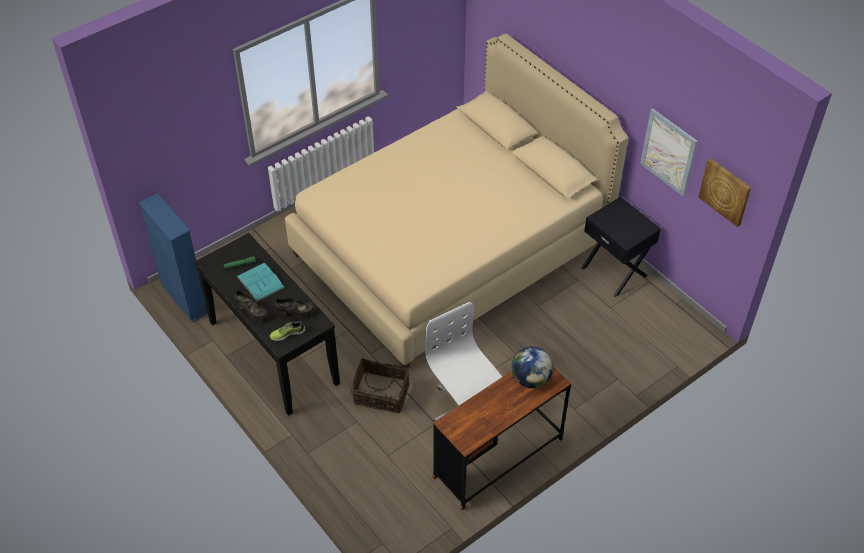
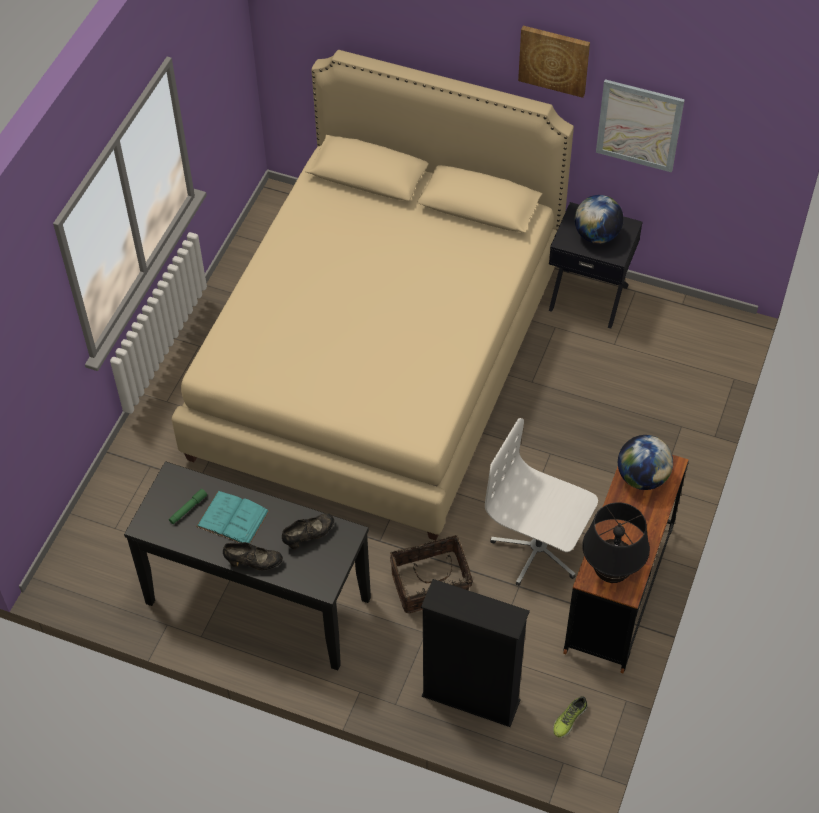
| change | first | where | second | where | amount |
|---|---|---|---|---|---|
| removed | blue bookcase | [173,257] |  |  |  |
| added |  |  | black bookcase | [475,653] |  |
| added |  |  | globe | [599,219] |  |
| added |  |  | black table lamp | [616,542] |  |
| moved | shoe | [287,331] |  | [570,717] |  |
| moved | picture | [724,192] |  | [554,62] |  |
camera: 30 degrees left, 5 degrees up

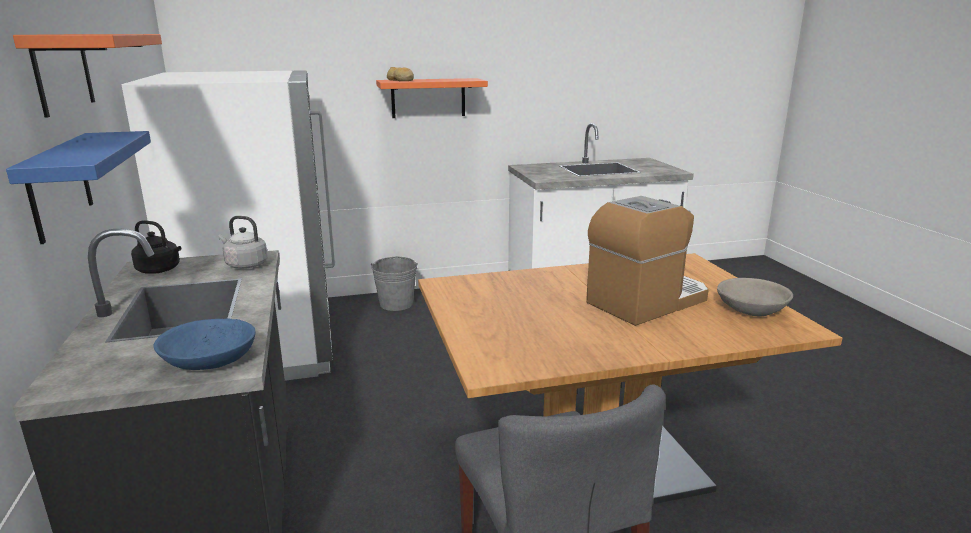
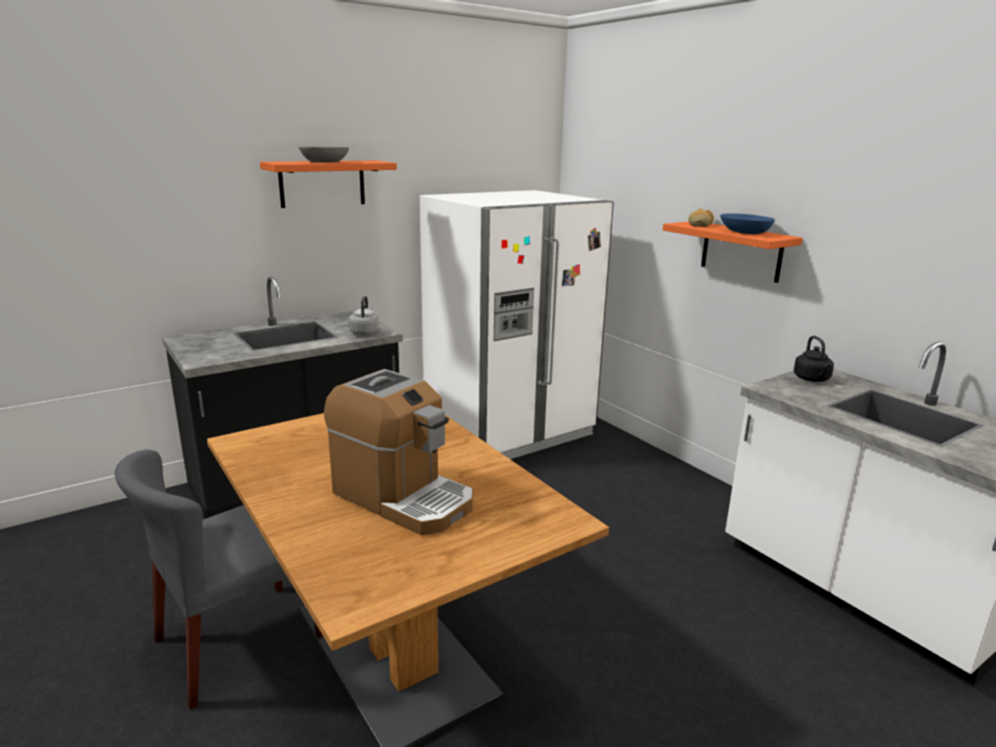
| change | first | where | second | where | amount |
|---|---|---|---|---|---|
| removed | blue shelf | [78,187] |  |  |  |
| removed | grey bucket | [394,283] |  |  |  |
| moved | black kettle | [156,247] |  | [814,359] |  |
| moved | blue bowl | [204,344] |  | [747,223] |  |
| moved | grey bowl | [755,297] |  | [324,154] |  |
camera: 70 degrees right, 0 degrees up

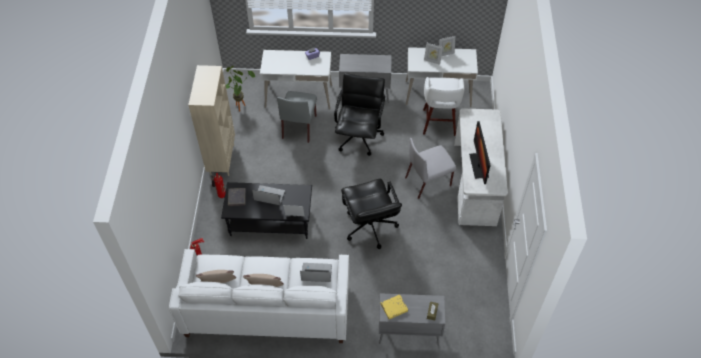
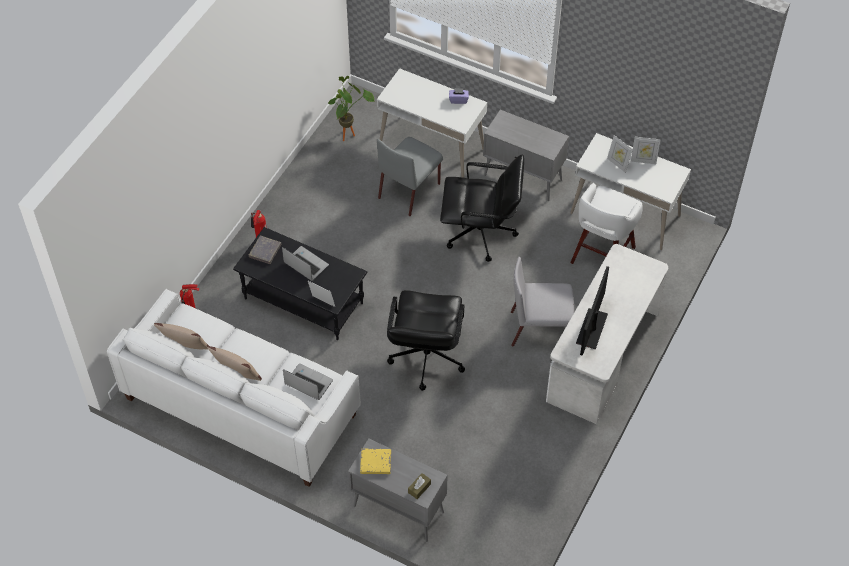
| change | first | where | second | where | amount |
|---|---|---|---|---|---|
| removed | beige bookcase | [211,120] |  |  |  |
| turned | black office chair | [359,114] |  | [482,208] | 60 degrees clockwise |
camera: 25 degrees right, 0 degrees up

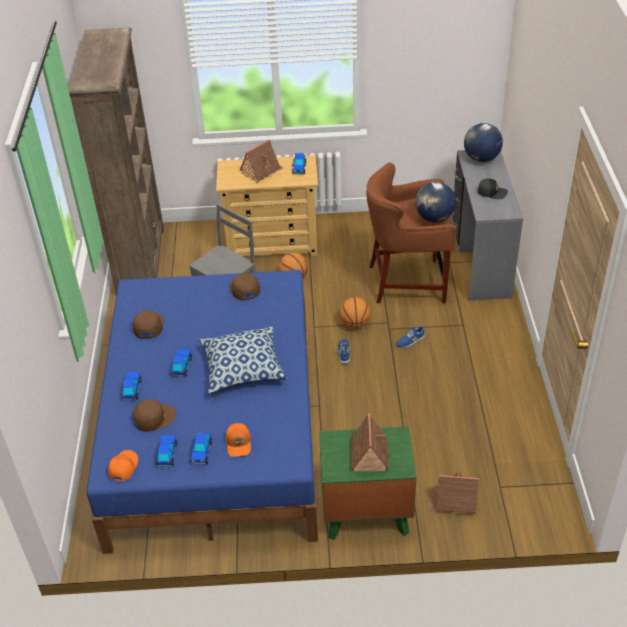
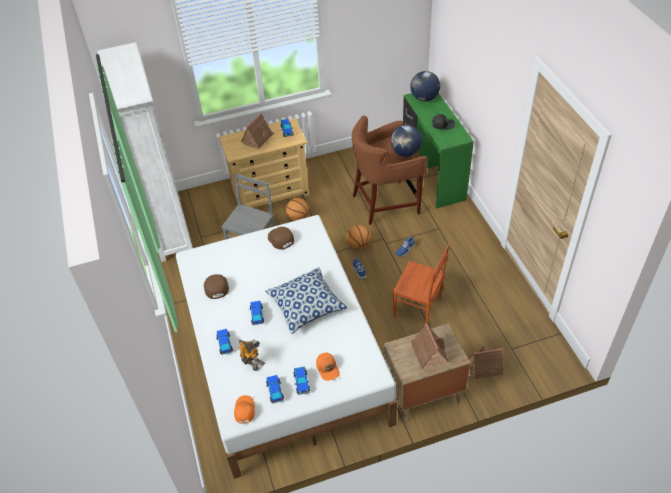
| change | first | where | second | where | amount |
|---|---|---|---|---|---|
| added |  |  | brown chair | [421,284] |  |
| replaced | brown cap | [154,415] | toy robot | [251,355] |  |
| recoloured | brown bookcase | [116,161] | white bookcase | [145,152] |  |
| recoloured | blue bed | [202,412] | white bed | [286,347] |  |
| recoloured | green nightstand | [367,483] | brown nightstand | [427,372] |  |
| recoloured | grey desk | [487,225] | green desk | [438,151] |  |
camera: 15 degrees left, 5 degrees up

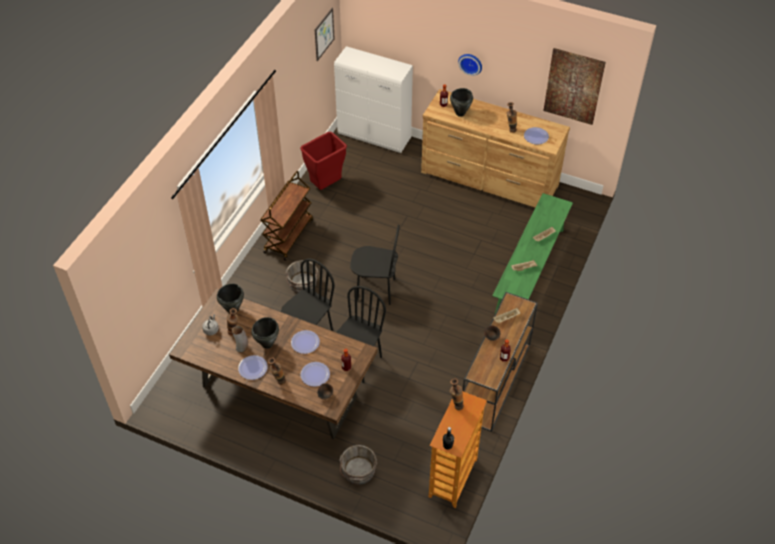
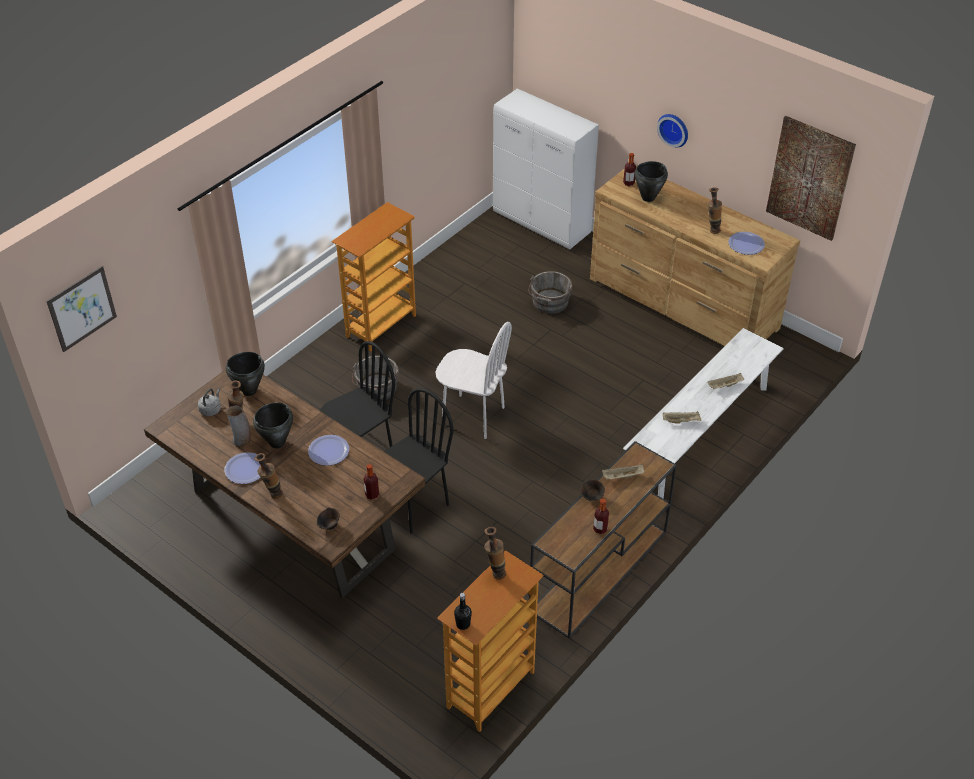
| change | first | where | second | where | amount |
|---|---|---|---|---|---|
| removed | red trash can | [323,161] |  |  |  |
| removed | plate | [315,374] |  |  |  |
| moved | picture | [324,34] |  | [82,309] |  |
| moved | grey bucket | [358,465] |  | [550,292] |  |
| replaced | brown cart | [286,216] | bookcase | [373,277] |  |
| recoloured | black chair | [375,265] | white chair | [473,380] |  |
| recoloured | green bench | [532,253] | white bench | [703,413] |  |
camera: 15 degrees right, 5 degrees down

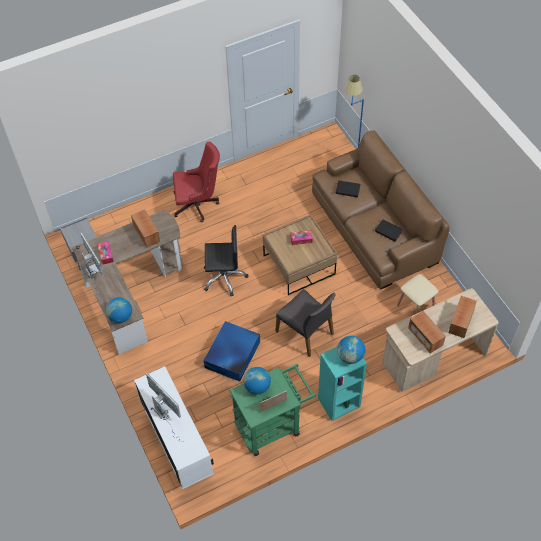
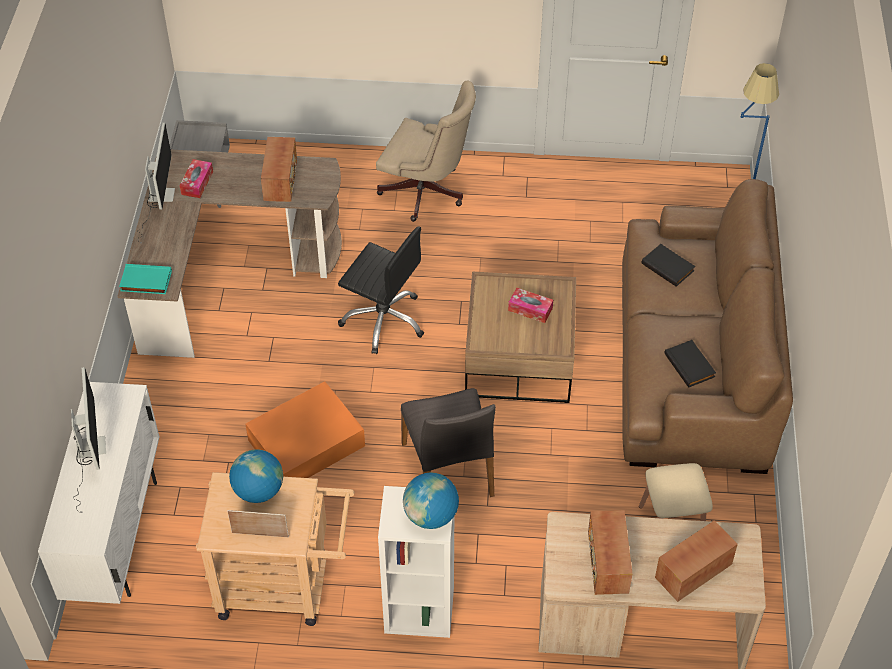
| change | first | where | second | where | amount |
|---|---|---|---|---|---|
| replaced | globe | [119,310] | turquoise book | [145,279] |  |
| recoloured | red office chair | [196,182] | beige office chair | [426,151] |  |
| recoloured | blue storage box | [232,351] | orange storage box | [305,429] |  |
| recoloured | green cart | [272,410] | beige cart | [275,549] |  |
| recoloured | turquoise bookcase | [342,383] | white bookcase | [416,562] |  |
camera: 30 degrees right, 5 degrees down

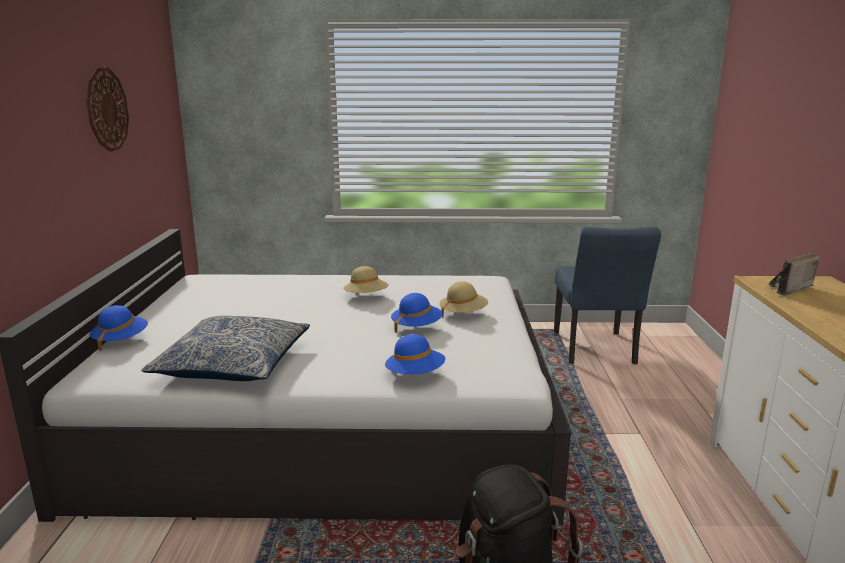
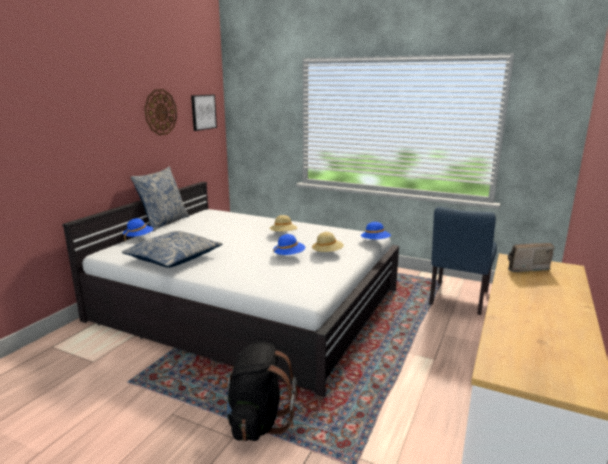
| change | first | where | second | where | amount |
|---|---|---|---|---|---|
| added |  |  | pillow | [160,199] |  |
| added |  |  | picture | [204,113] |  |
| moved | blue hat | [415,354] |  | [376,230] |  |
camera: 25 degrees right, 0 degrees up

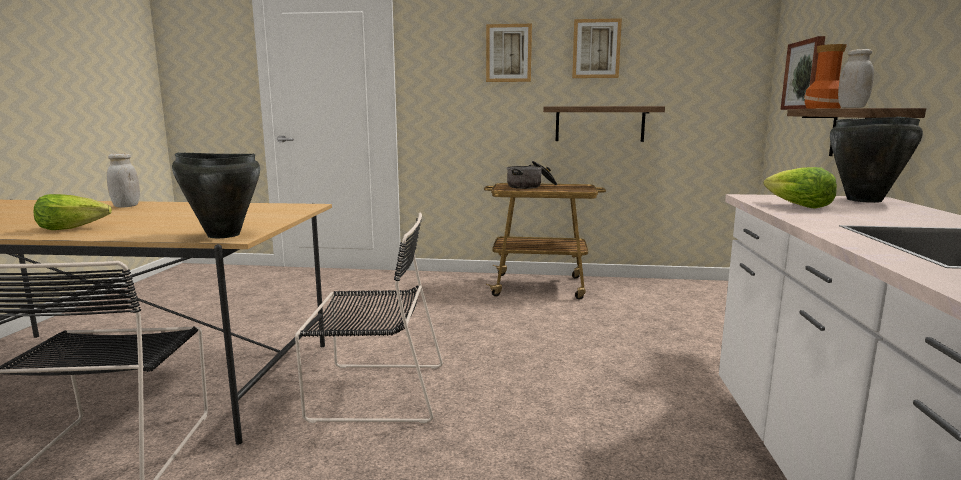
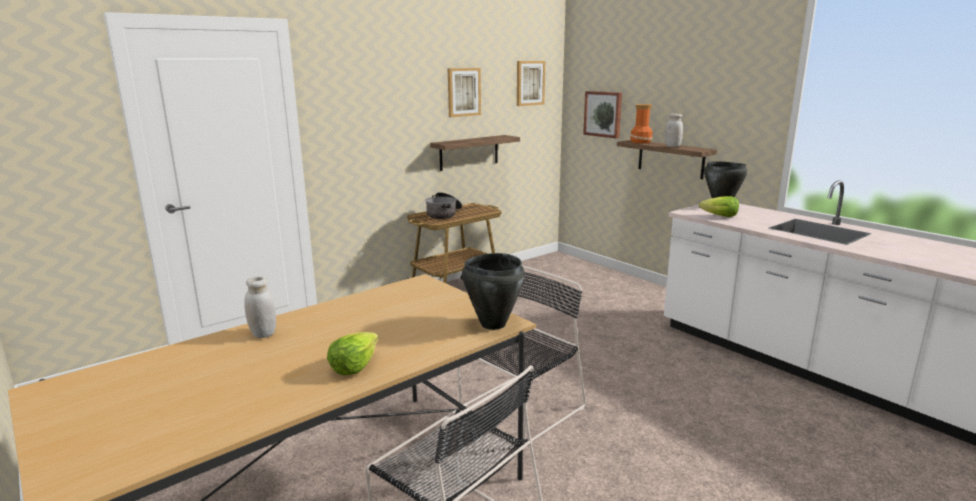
| change | first | where | second | where | amount |
|---|---|---|---|---|---|
| moved | picture | [509,53] |  | [531,83] |  |
camera: 45 degrees left, 5 degrees up

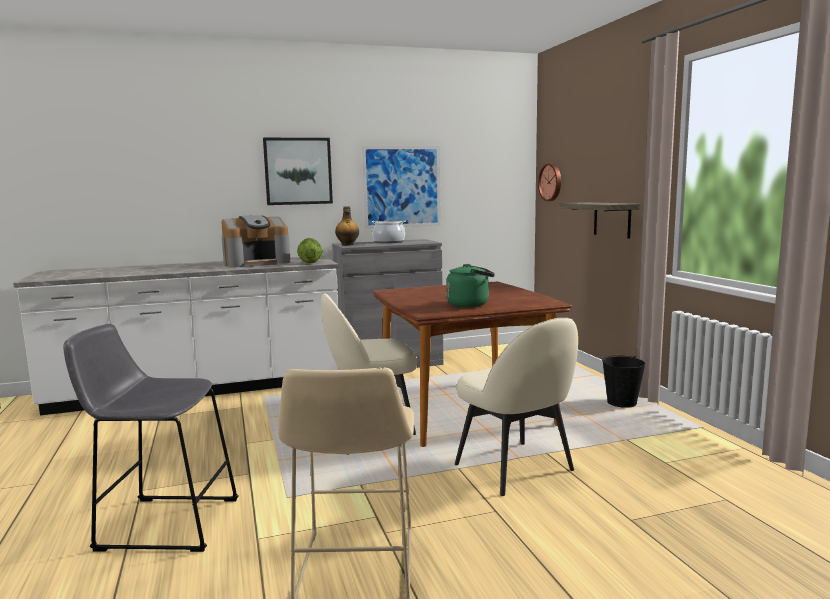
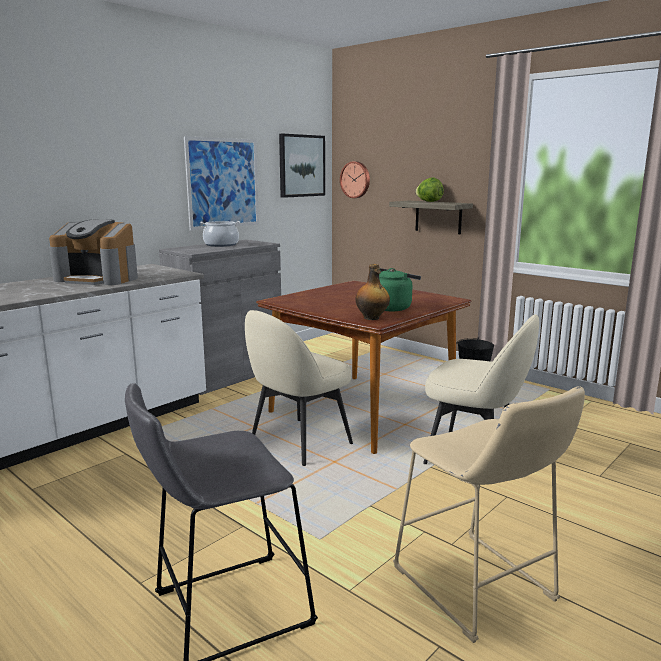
| change | first | where | second | where | amount |
|---|---|---|---|---|---|
| moved | picture | [298,171] |  | [302,166] |  |
| moved | lettuce | [310,251] |  | [429,189] |  |
| moved | bottle | [347,226] |  | [373,292] |  |
| turned | coffee machine | [256,241] |  | [93,252] | 75 degrees clockwise |
camera: 30 degrees left, 5 degrees up

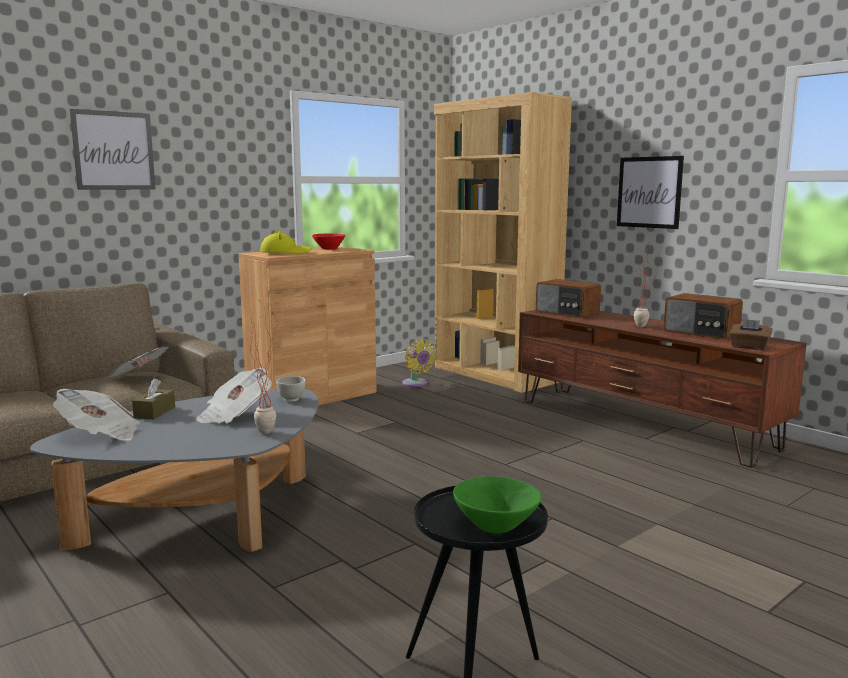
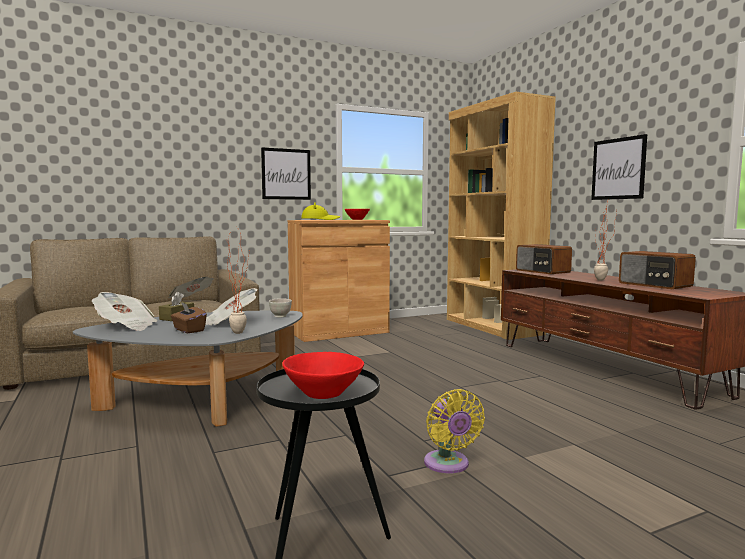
| change | first | where | second | where | amount |
|---|---|---|---|---|---|
| moved | picture | [113,149] |  | [286,173] |  |
| moved | yellow fan | [419,363] |  | [454,431] |  |
| moved | brown tissue box | [751,334] |  | [189,318] |  |
| recoloured | green bowl | [497,504] | red bowl | [323,375] |  |
camera: 15 degrees right, 5 degrees down

